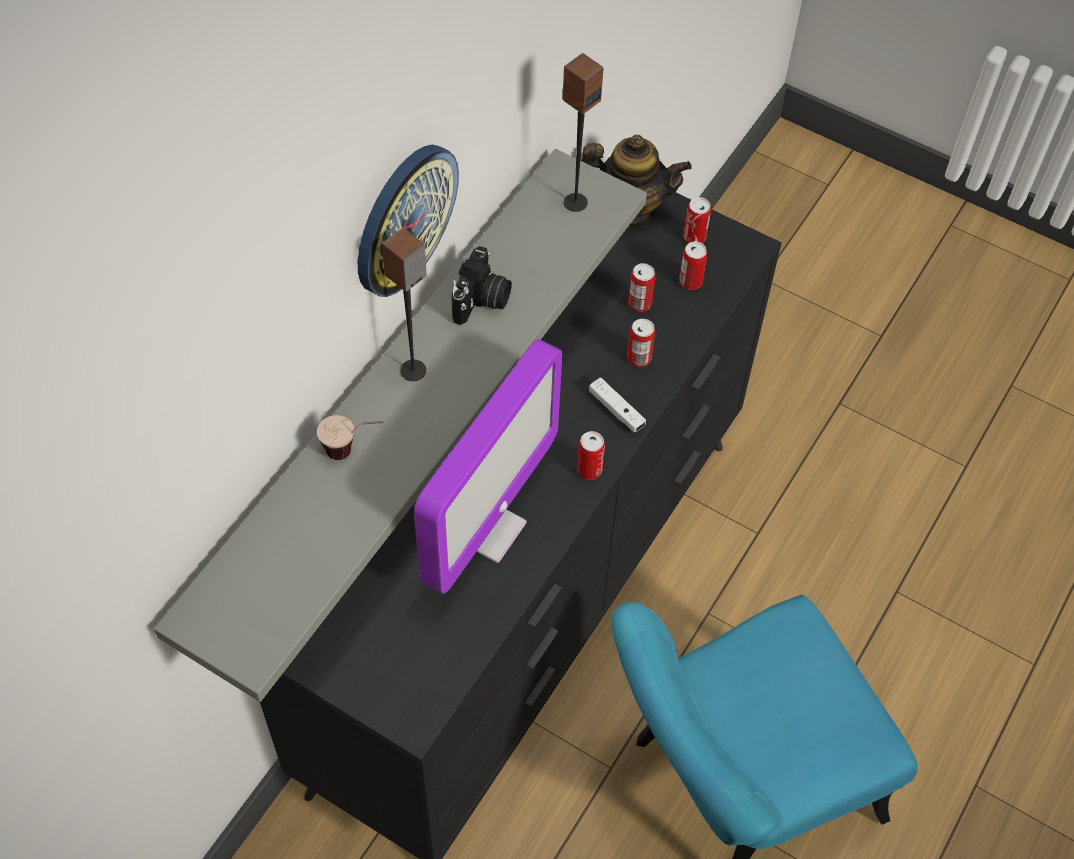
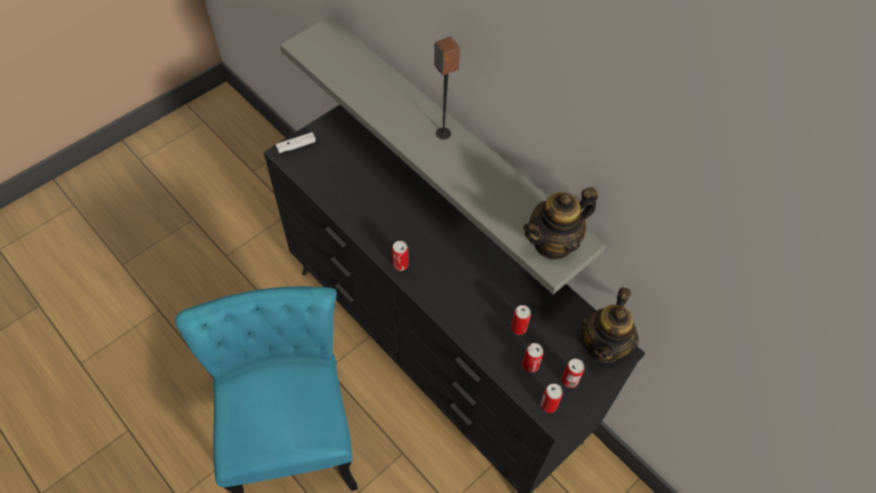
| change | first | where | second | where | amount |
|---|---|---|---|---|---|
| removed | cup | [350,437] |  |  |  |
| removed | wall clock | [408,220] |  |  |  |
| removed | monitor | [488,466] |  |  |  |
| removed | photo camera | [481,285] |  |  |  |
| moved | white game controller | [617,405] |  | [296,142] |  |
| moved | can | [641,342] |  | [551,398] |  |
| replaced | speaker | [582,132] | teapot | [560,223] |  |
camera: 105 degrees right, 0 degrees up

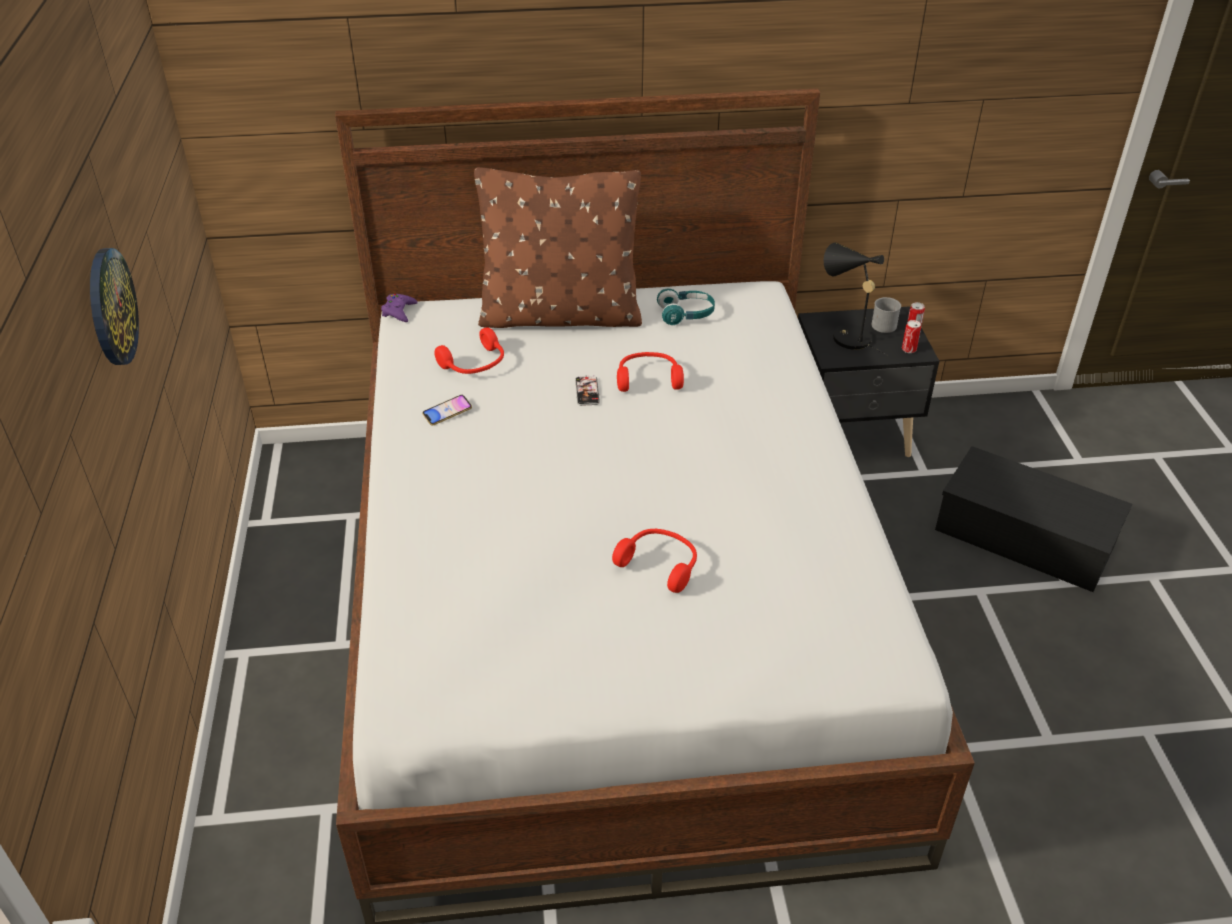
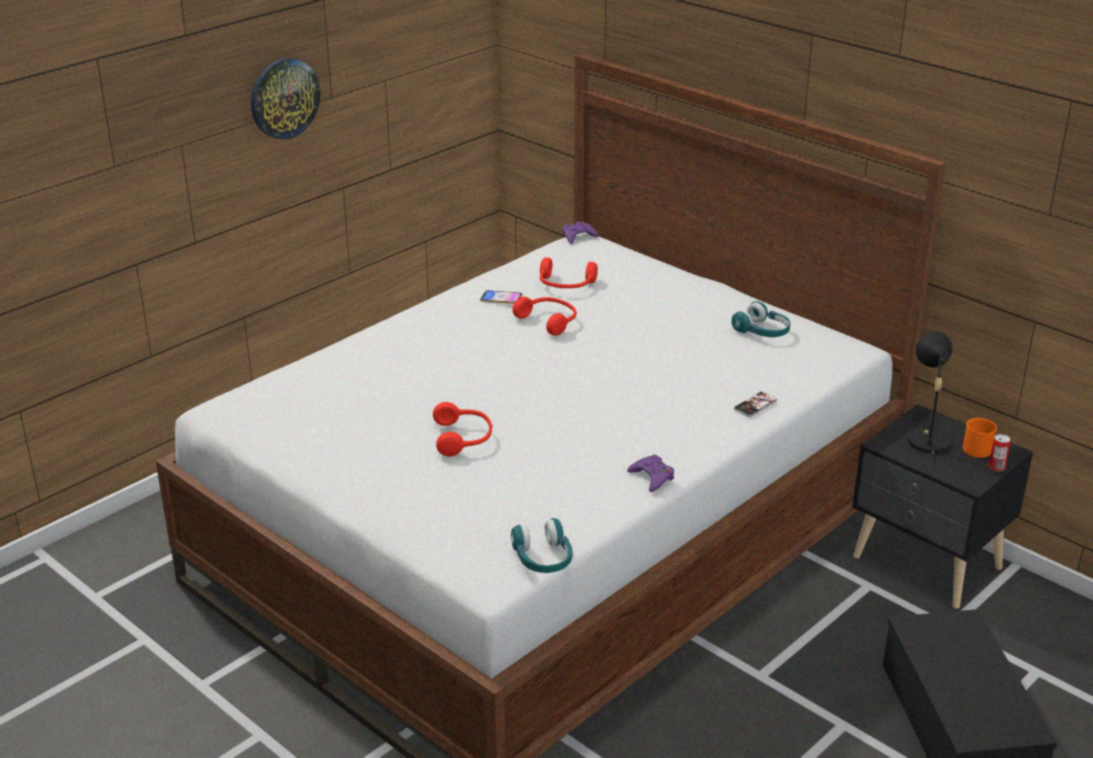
| change | first | where | second | where | amount |
|---|---|---|---|---|---|
| removed | brown pillow | [558,247] |  |  |  |
| removed | can | [911,336] |  |  |  |
| added |  |  | turquoise headphones | [541,545] |  |
| added |  |  | purple game controller | [650,473] |  |
| moved | phone | [587,390] |  | [755,404] |  |
| moved | red headphones | [650,372] |  | [544,316] |  |
| recoloured | grey mug | [886,315] | orange mug | [980,438] |  |
camera: 50 degrees right, 10 degrees down

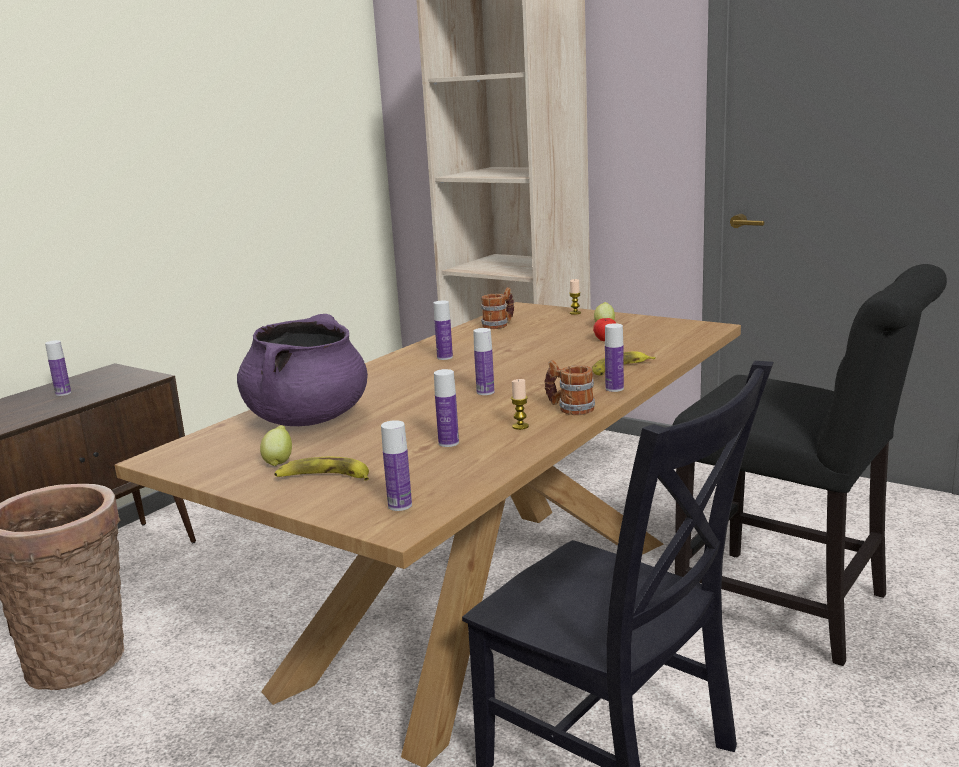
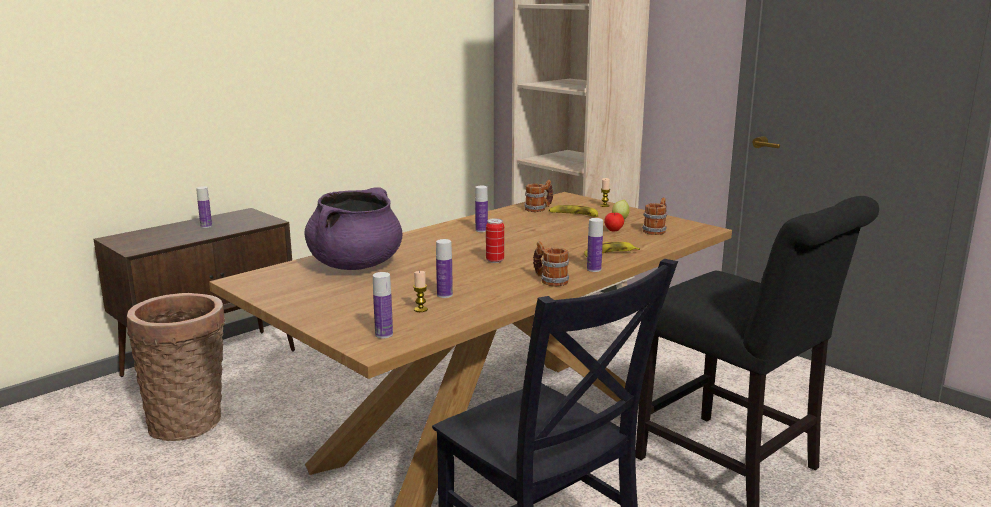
| change | first | where | second | where | amount |
|---|---|---|---|---|---|
| removed | lemon | [276,445] |  |  |  |
| added |  |  | mug | [654,216] |  |
| moved | banana | [321,468] |  | [573,211] |  |
| moved | candle | [520,404] |  | [420,291] |  |
| replaced | bottle | [483,361] | can | [495,240] |  |
camera: 10 degrees right, 0 degrees up

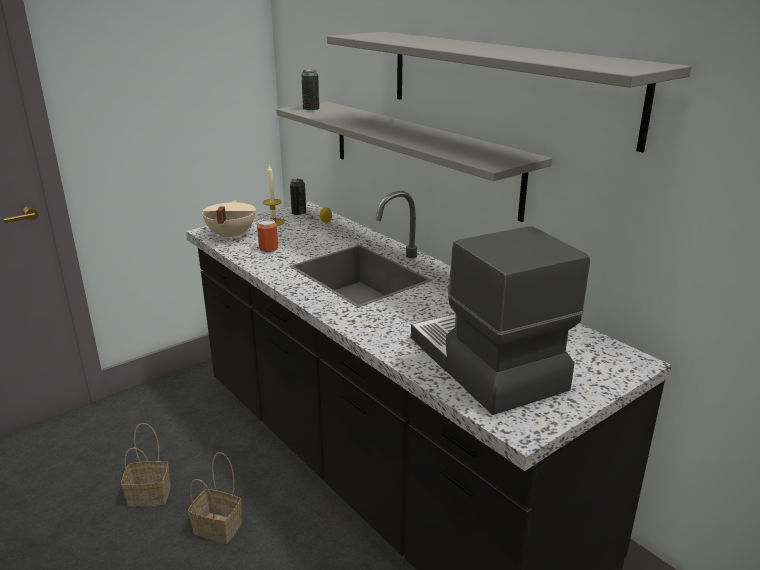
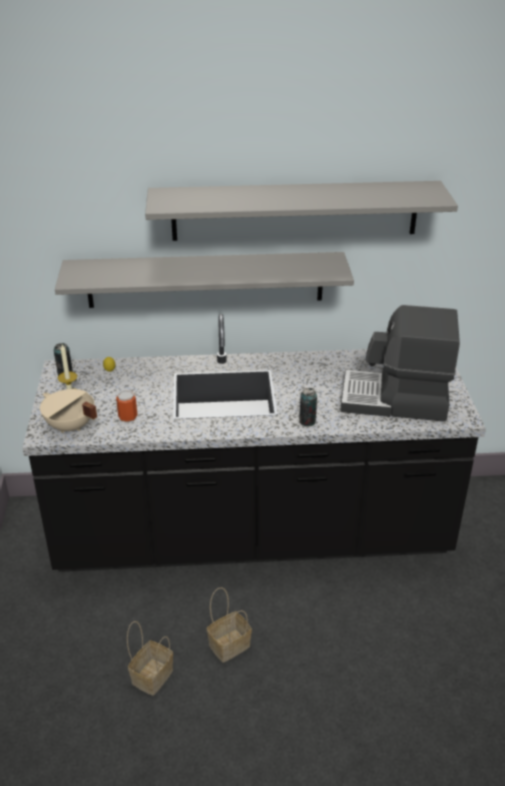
| change | first | where | second | where | amount |
|---|---|---|---|---|---|
| moved | can | [310,89] |  | [308,407] |  |
camera: 55 degrees left, 10 degrees up

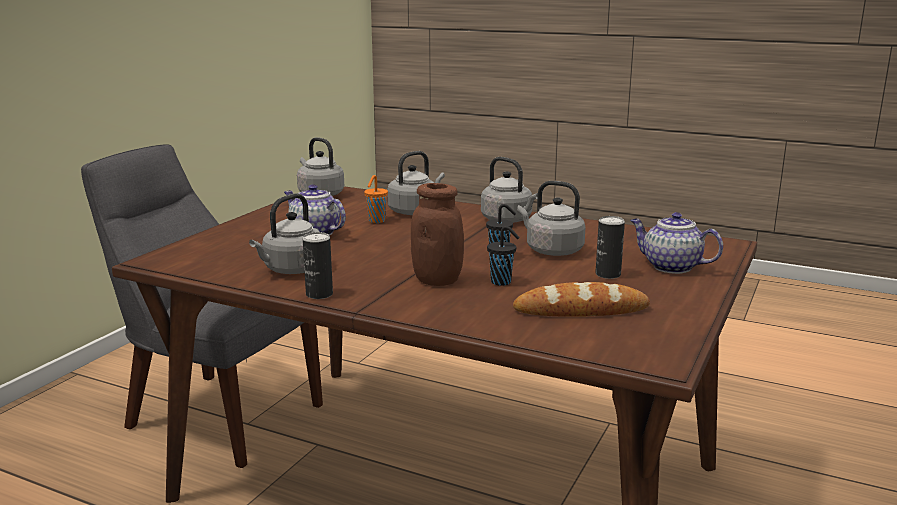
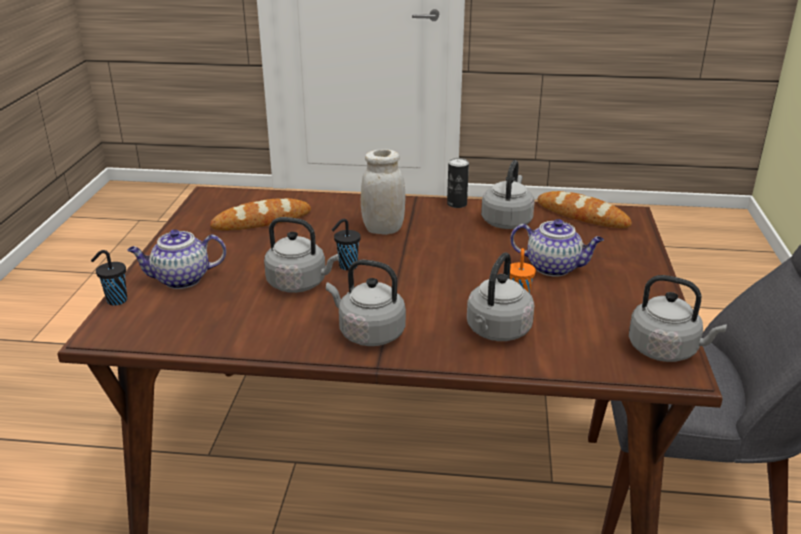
| change | first | where | second | where | amount |
|---|---|---|---|---|---|
| removed | can | [610,247] |  |  |  |
| added |  |  | bread | [584,209] |  |
| moved | black cup | [503,256] |  | [109,278] |  |
| recoloured | brown jar | [437,234] | white jar | [383,192] |  |
| turned | teapot | [676,243] |  | [176,259] | 150 degrees clockwise |
camera: 160 degrees right, 10 degrees up

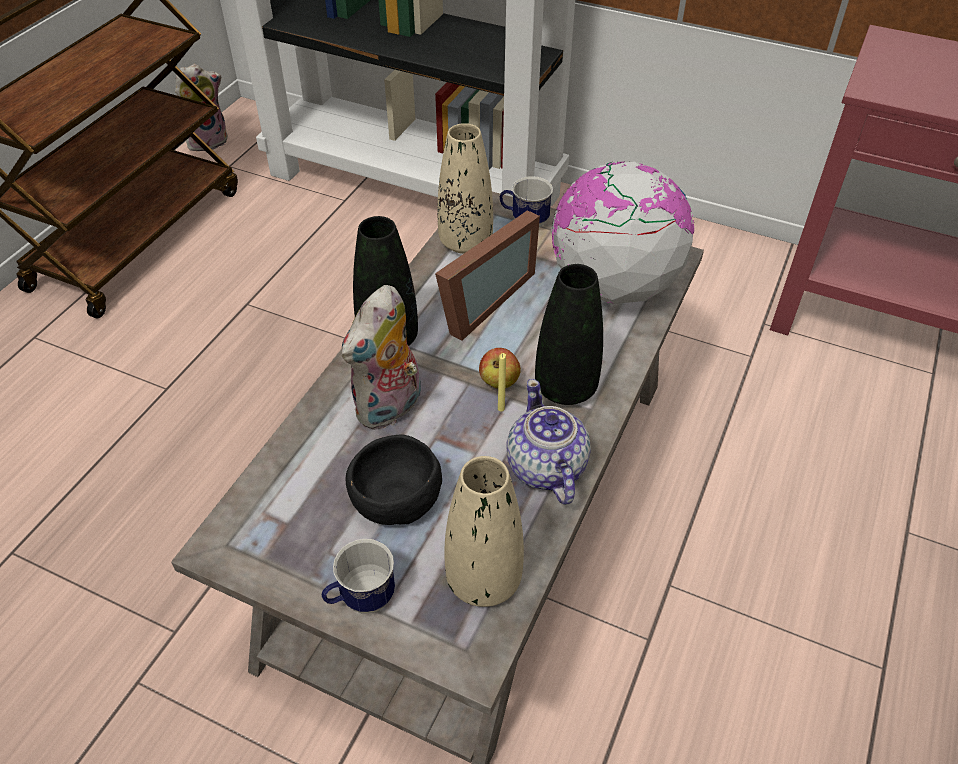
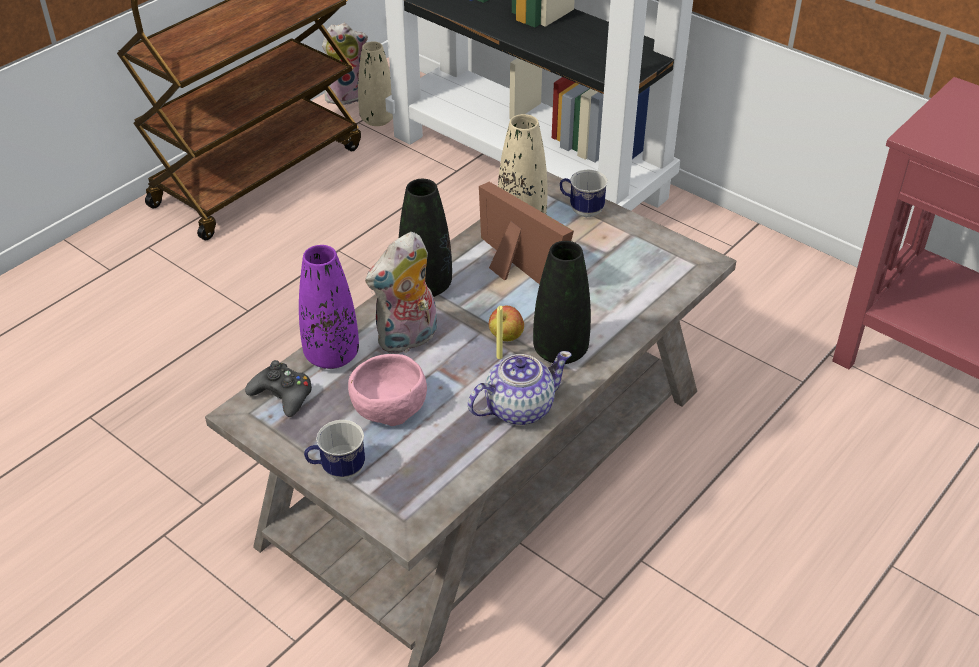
| change | first | where | second | where | amount |
|---|---|---|---|---|---|
| removed | globe | [622,232] |  |  |  |
| added |  |  | black game controller | [278,388] |  |
| added |  |  | purple vase | [329,307] |  |
| moved | beige vase | [484,531] |  | [375,83] |  |
| recoloured | black bowl | [394,479] | pink bowl | [387,390] |  |
| turned | picture frame | [487,275] |  | [526,233] | 90 degrees counterclockwise |
| turned | teapot | [548,442] |  | [520,388] | 60 degrees clockwise |
camera: 15 degrees right, 5 degrees down

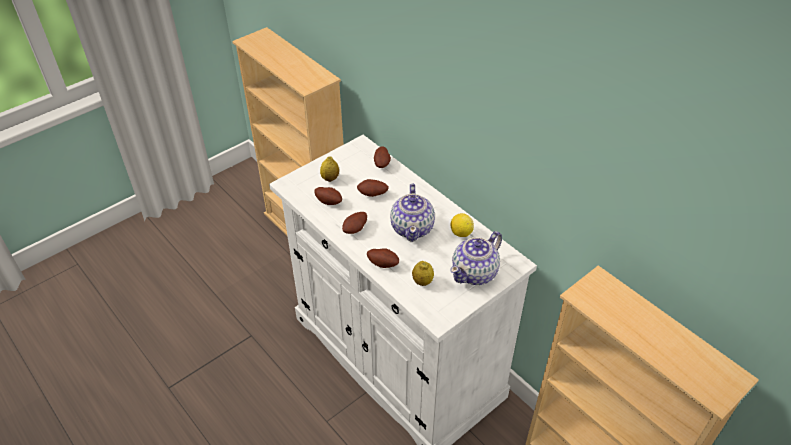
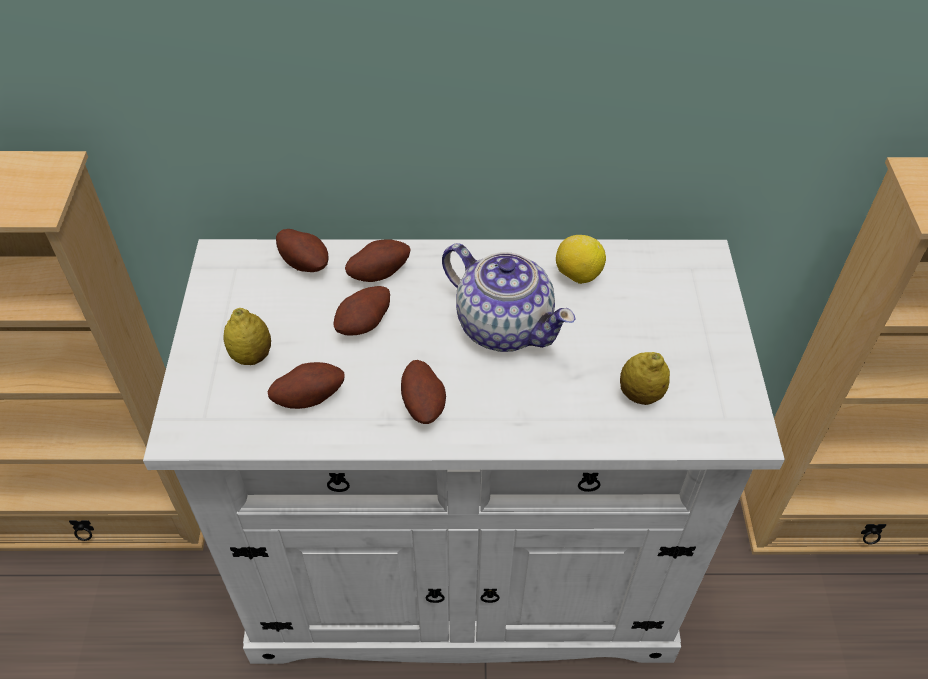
| change | first | where | second | where | amount |
|---|---|---|---|---|---|
| removed | teapot | [476,258] |  |  |  |
| moved | potato | [383,258] |  | [378,260] |  |
camera: 50 degrees left, 5 degrees up

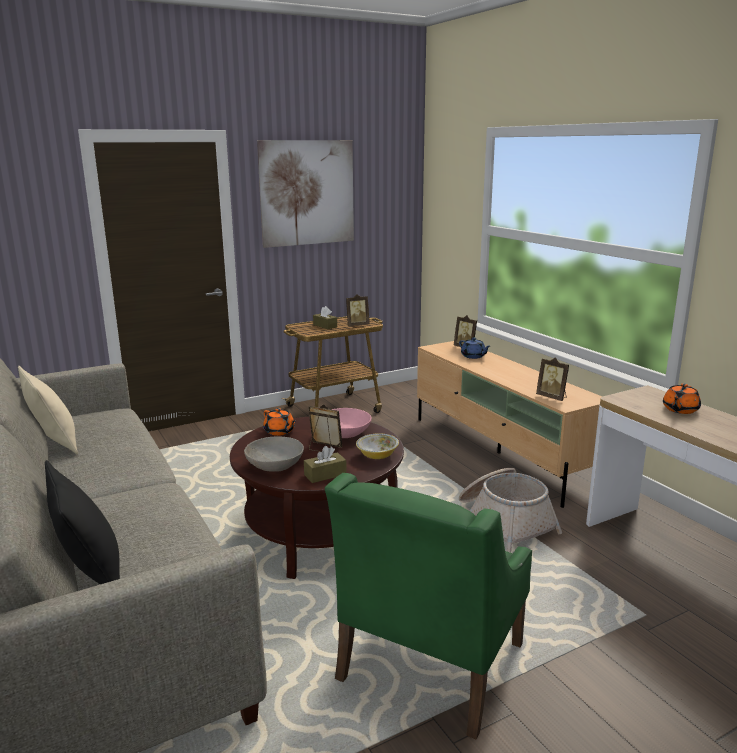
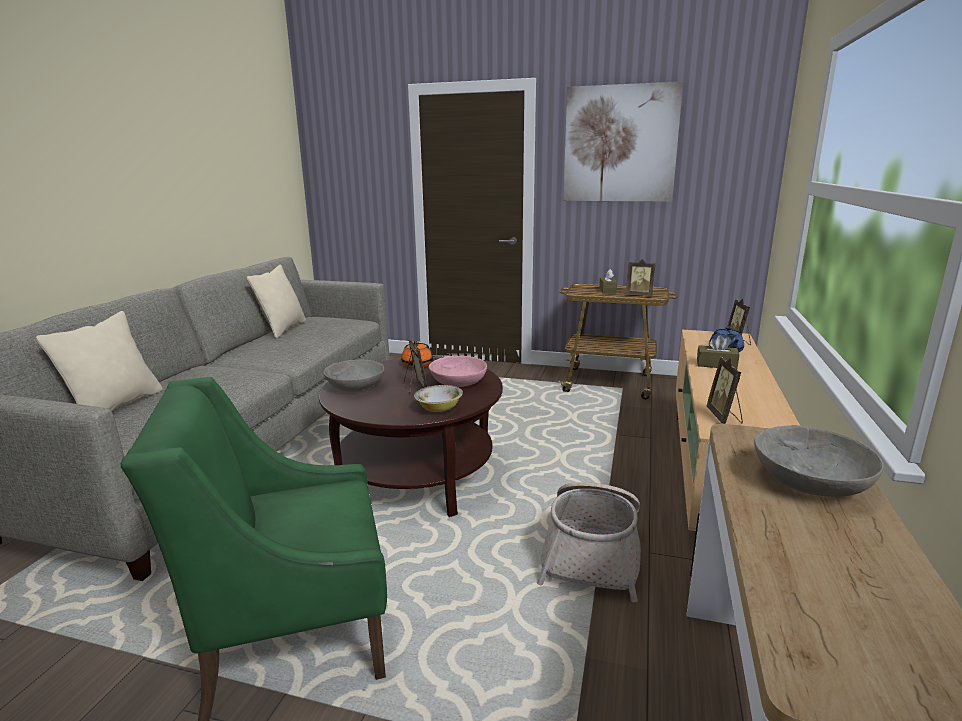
| change | first | where | second | where | amount |
|---|---|---|---|---|---|
| moved | brown tissue box | [325,464] |  | [718,352] |  |
| replaced | orange teapot | [682,398] | grey bowl | [819,461] |  |
| recoloured | black pillow | [82,522] | beige pillow | [99,361] |  |
camera: 45 degrees right, 0 degrees up

